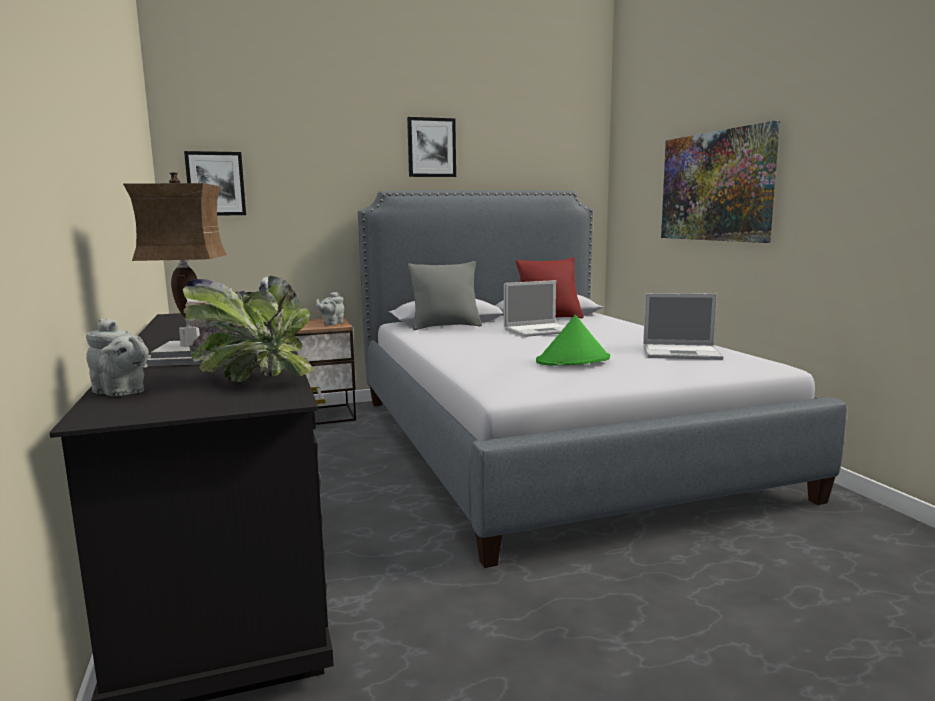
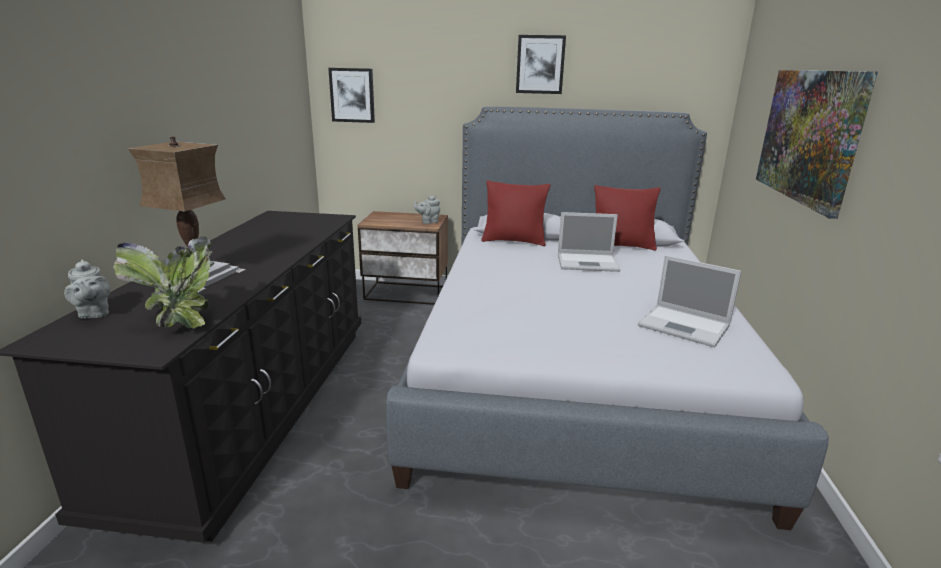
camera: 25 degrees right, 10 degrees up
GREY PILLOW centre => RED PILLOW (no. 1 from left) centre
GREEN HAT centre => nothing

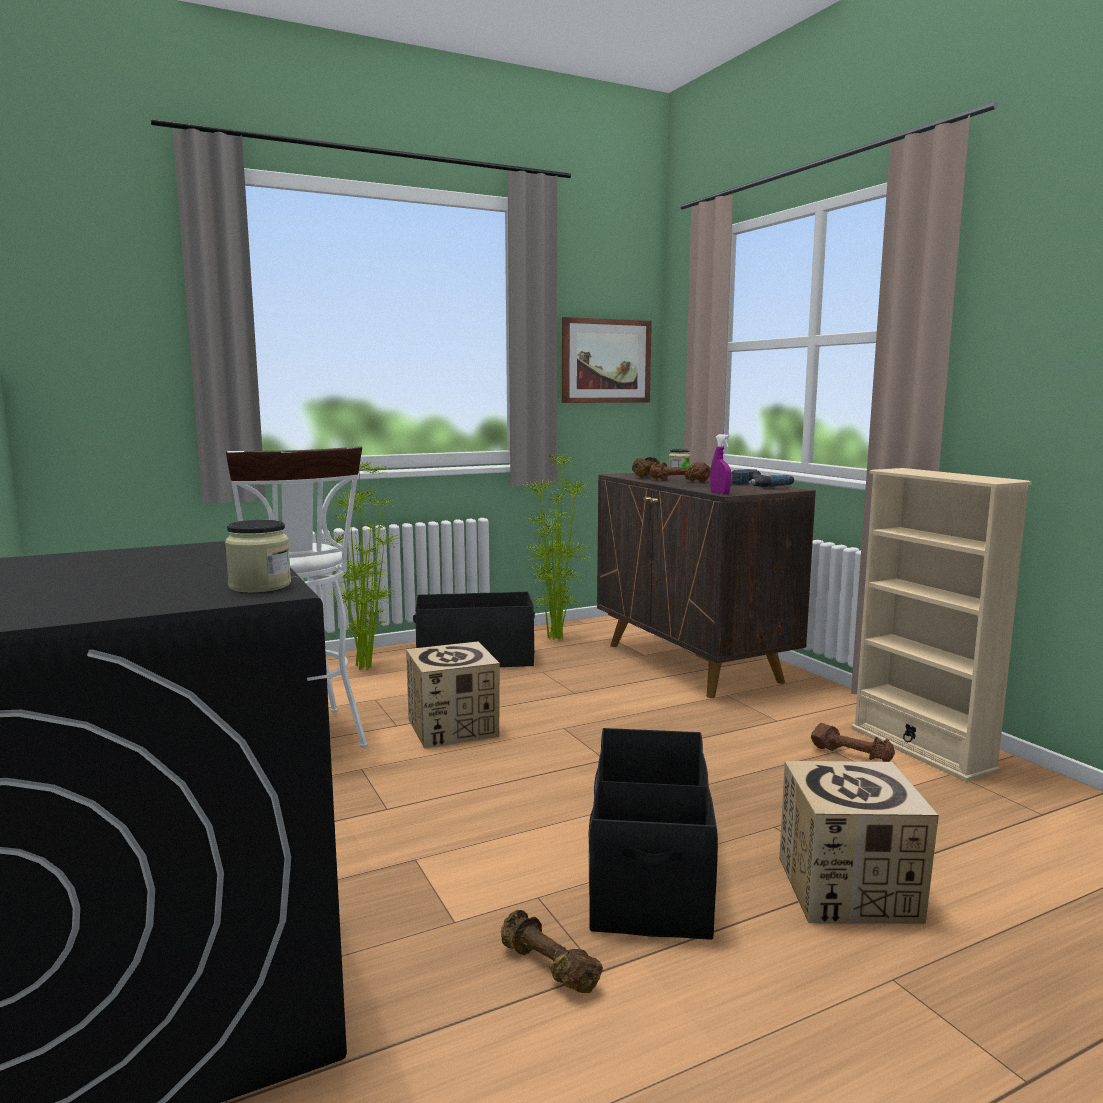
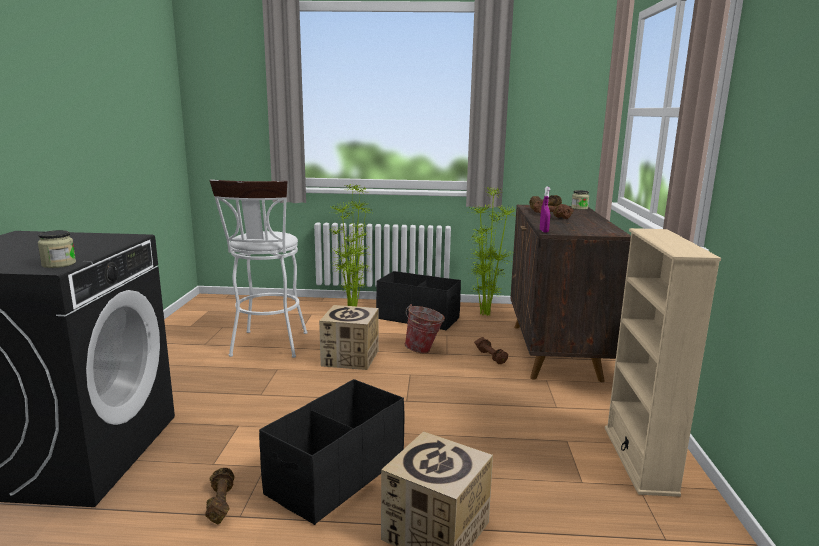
camera: 30 degrees right, 5 degrees up
PICTURE top centre => nothing
POWER DRILL middle right => nothing
BROWN DUMBBELL (no. 4 from left in the first image) bottom right => BROWN DUMBBELL (no. 2 from left) centre, relocated
nothing => BUCKET centre

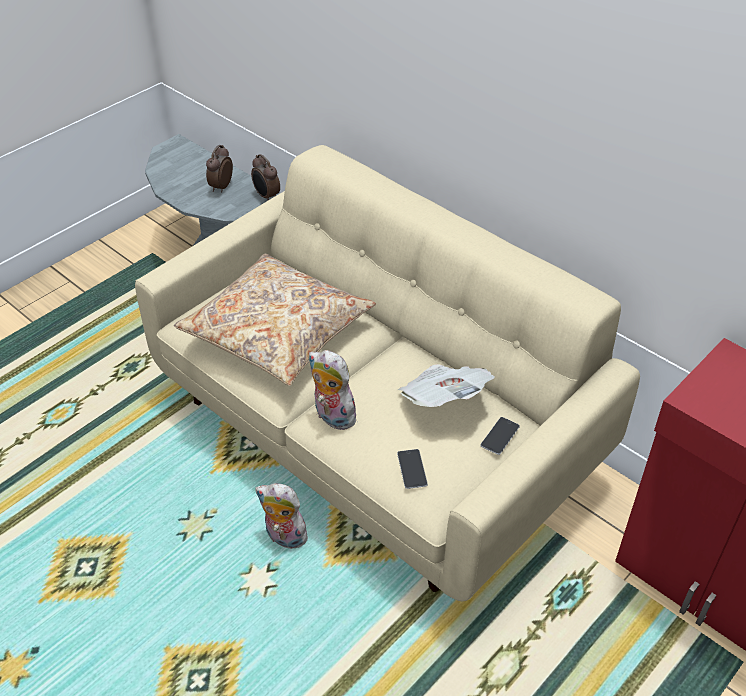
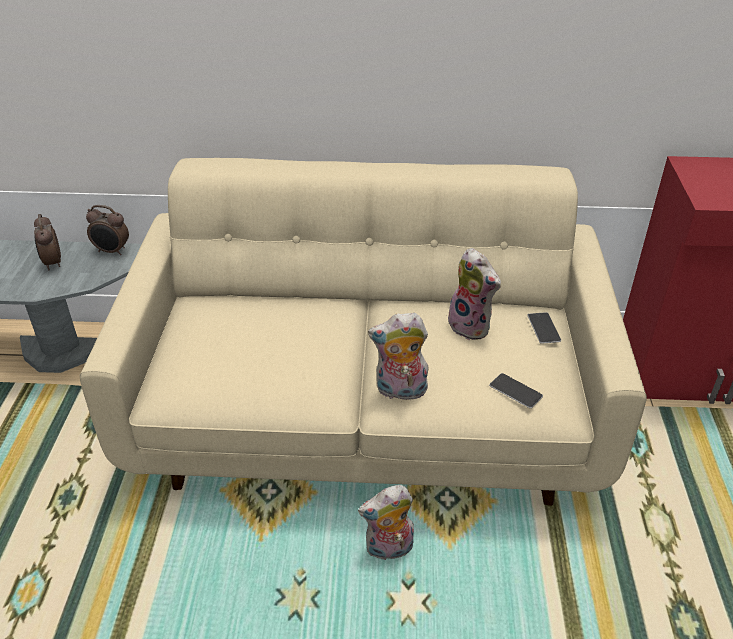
camera: 40 degrees left, 5 degrees down
BEIGE PILLOW centre => nothing
NEWSPAPER centre => PLUSH TOY (no. 3 from left) centre

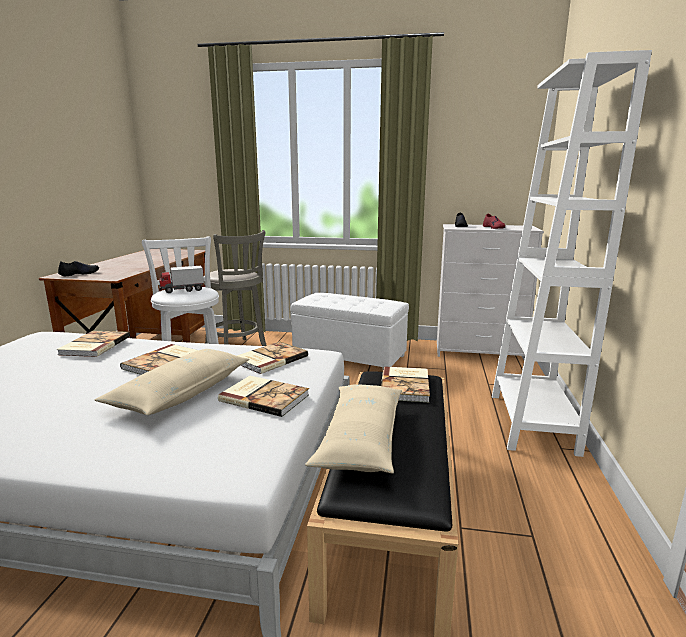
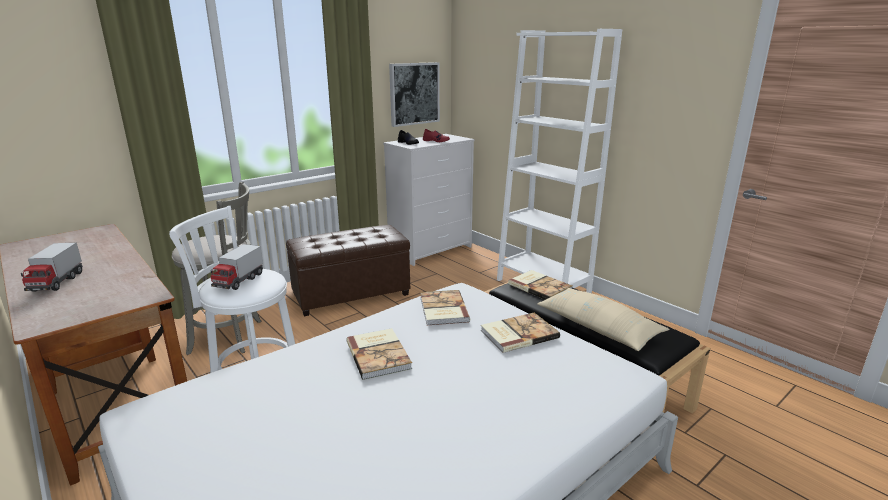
camera: 50 degrees left, 5 degrees up
BLACK SHOE (no. 1 from left) middle left => nothing
WHITE OTTOMAN centre => BROWN OTTOMAN centre
BOOK (no. 1 from left) middle left => nothing
BEIGE PILLOW (no. 1 from left) middle left => nothing
nothing => PICTURE top centre
nothing => TOY TRUCK (no. 1 from left) middle left

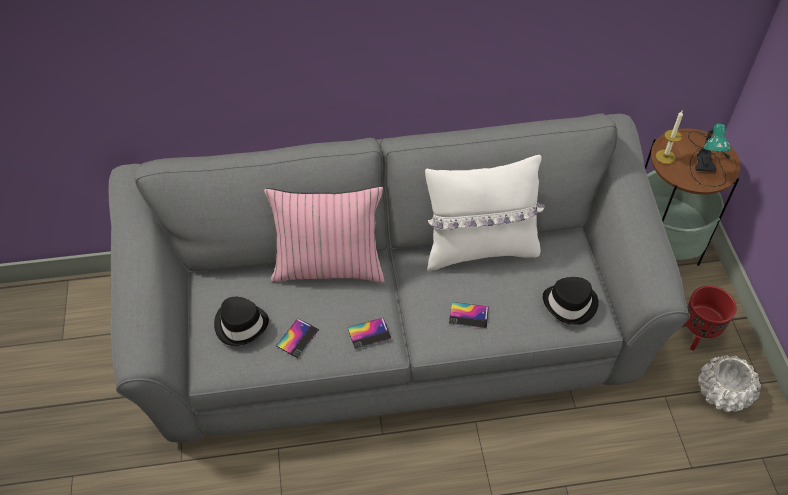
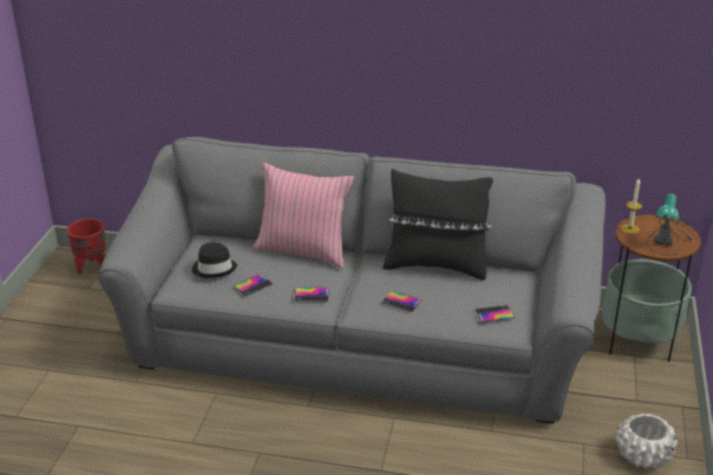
camera: 20 degrees right, 20 degrees down
WHITE PILLOW centre => BLACK PILLOW centre
BLACK HAT (no. 2 from left) middle right => PHONE (no. 4 from left) middle right
RED PLANTER middle right => RED PLANTER middle left, relocated

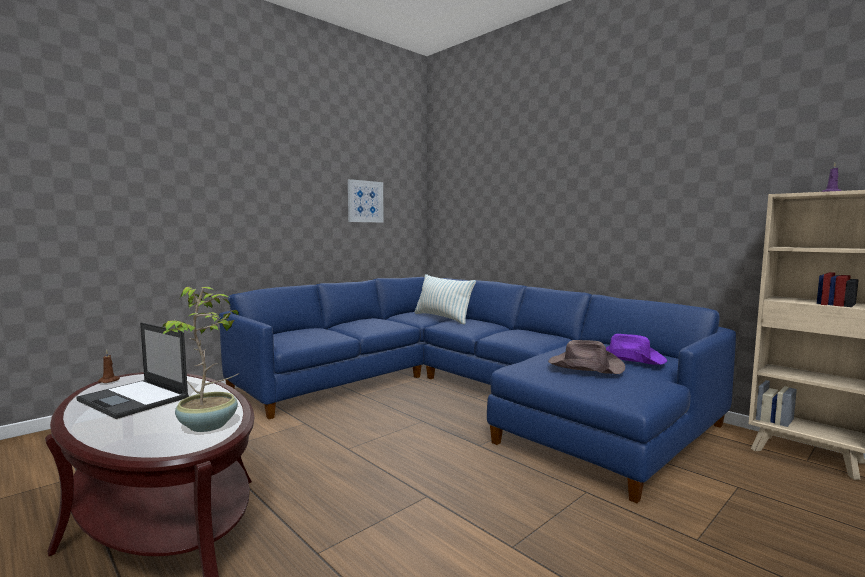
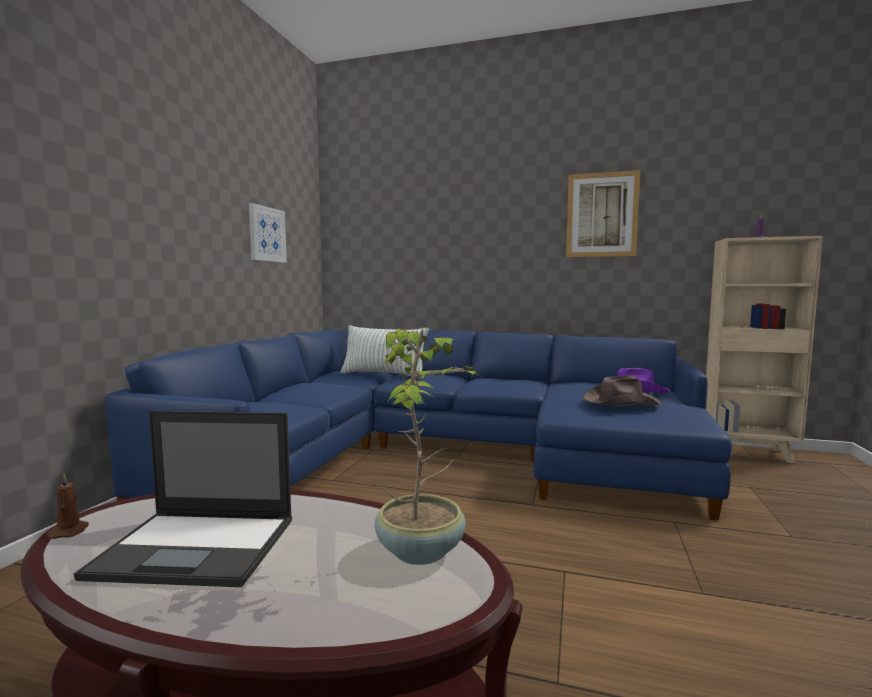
camera: 30 degrees left, 0 degrees up
nothing => PICTURE (no. 2 from left) top right

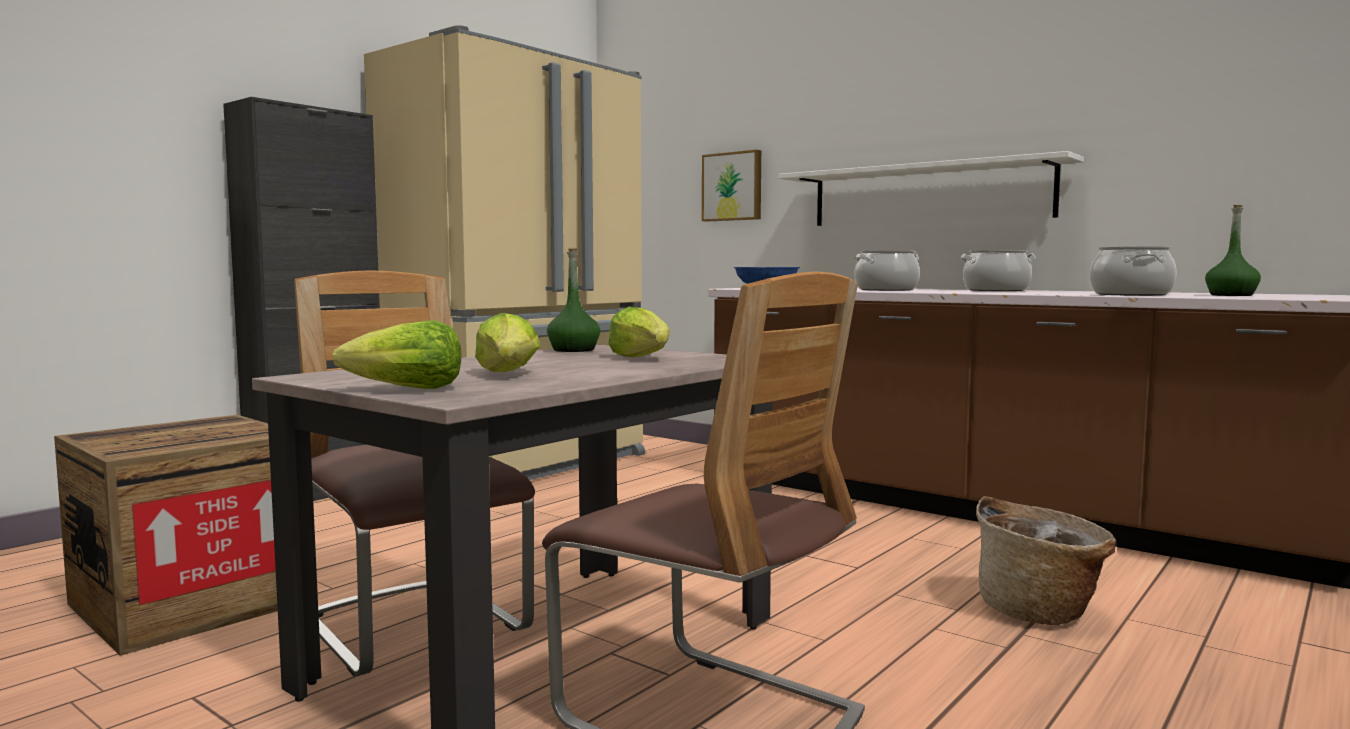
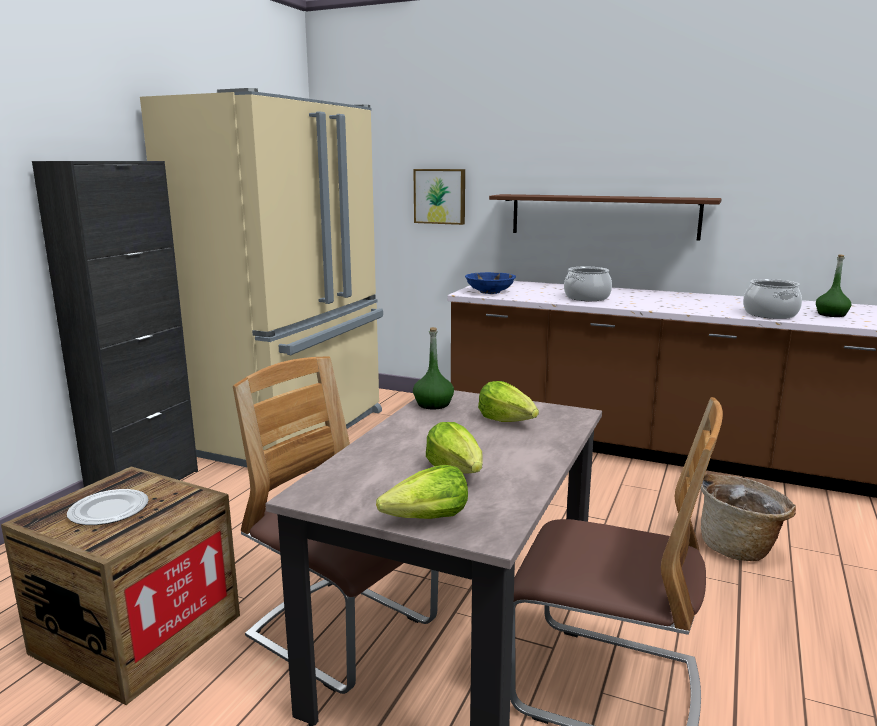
camera: 15 degrees left, 10 degrees up
WHITE SHELF top right => BROWN SHELF top right
COOKING POT (no. 2 from left) middle right => nothing
nothing => PLATE bottom left

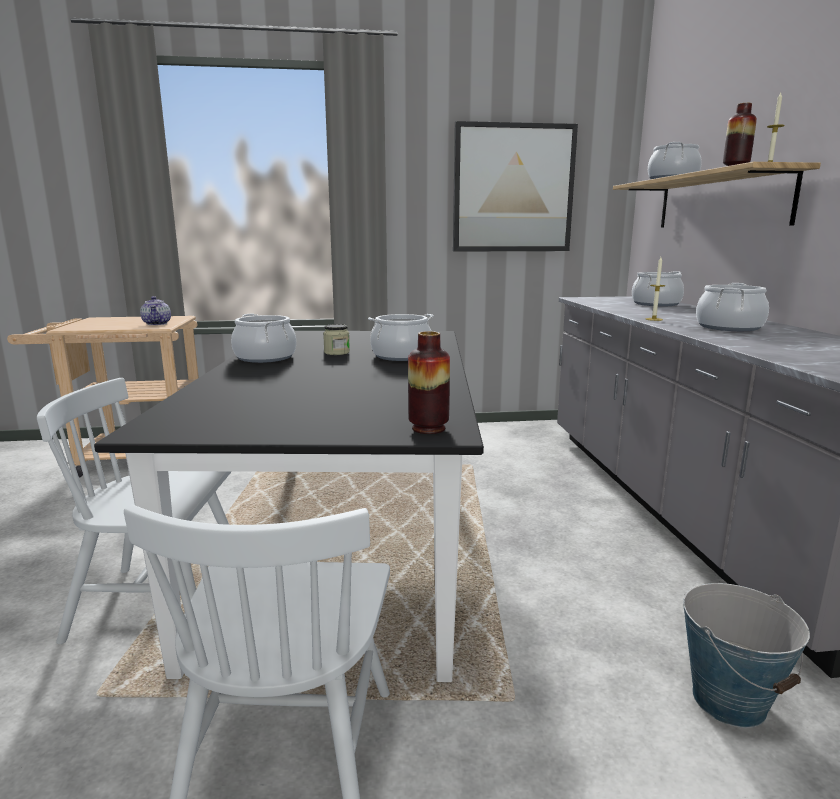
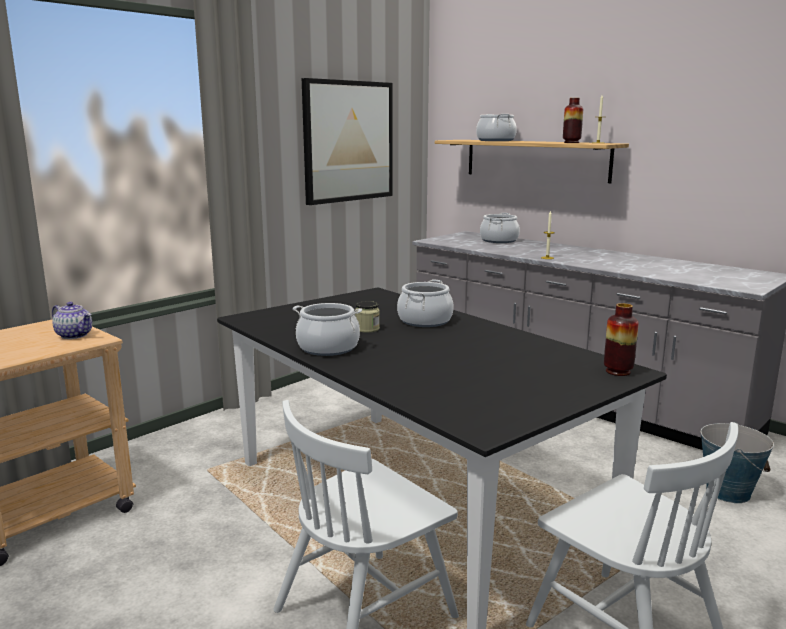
camera: 40 degrees left, 0 degrees up
COOKING POT (no. 5 from left) middle right => nothing

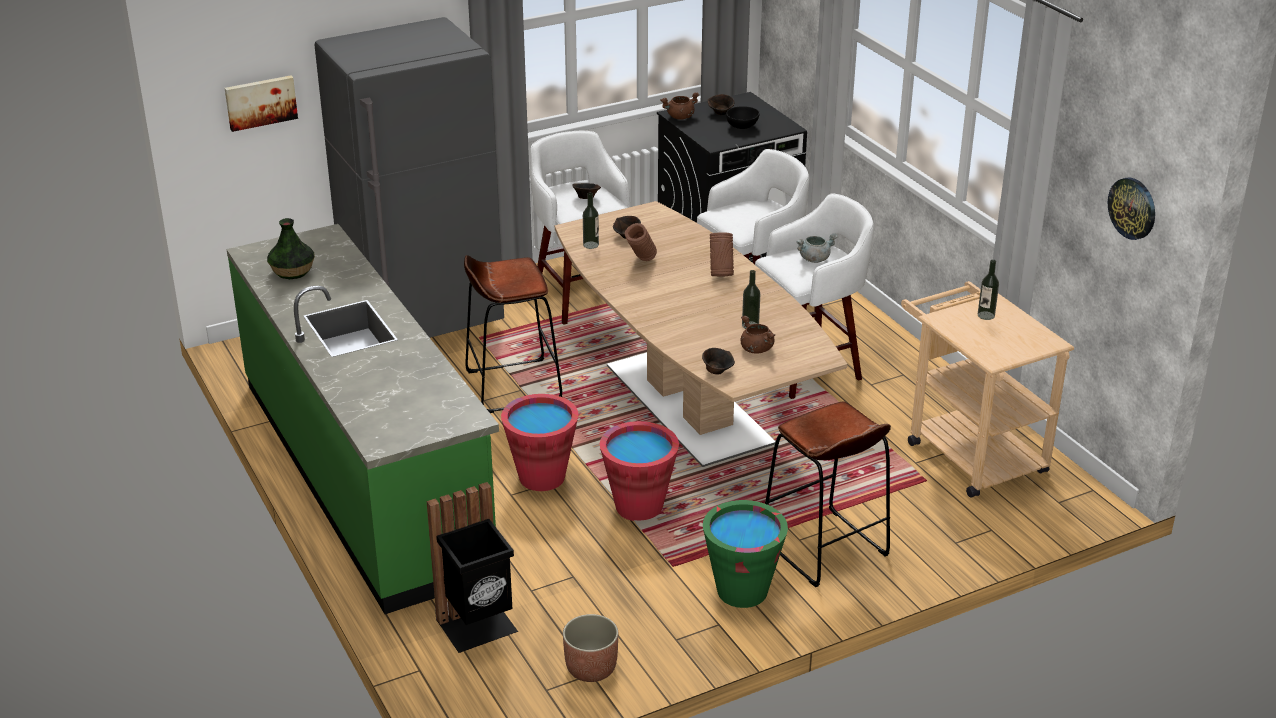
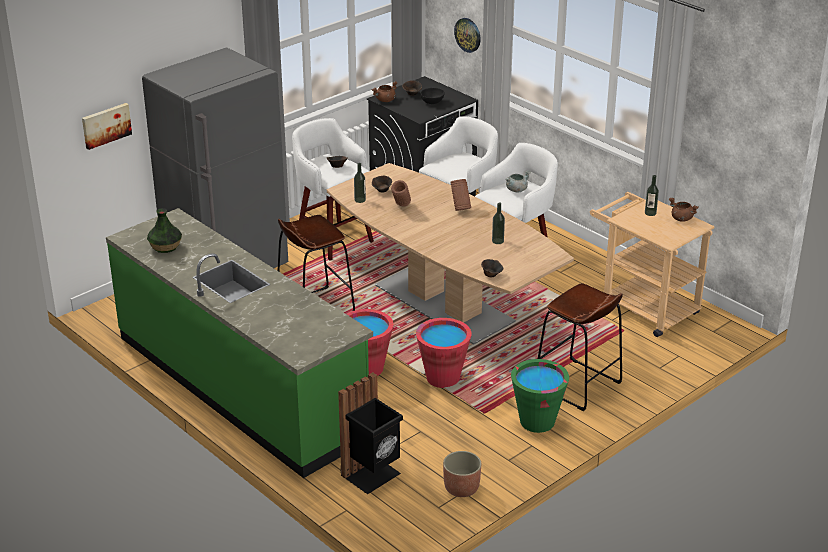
camera: 15 degrees left, 0 degrees up
WALL CLOCK top right => WALL CLOCK top centre, relocated
BROWN COOKING POT (no. 2 from left) centre => BROWN COOKING POT (no. 2 from left) middle right, relocated

